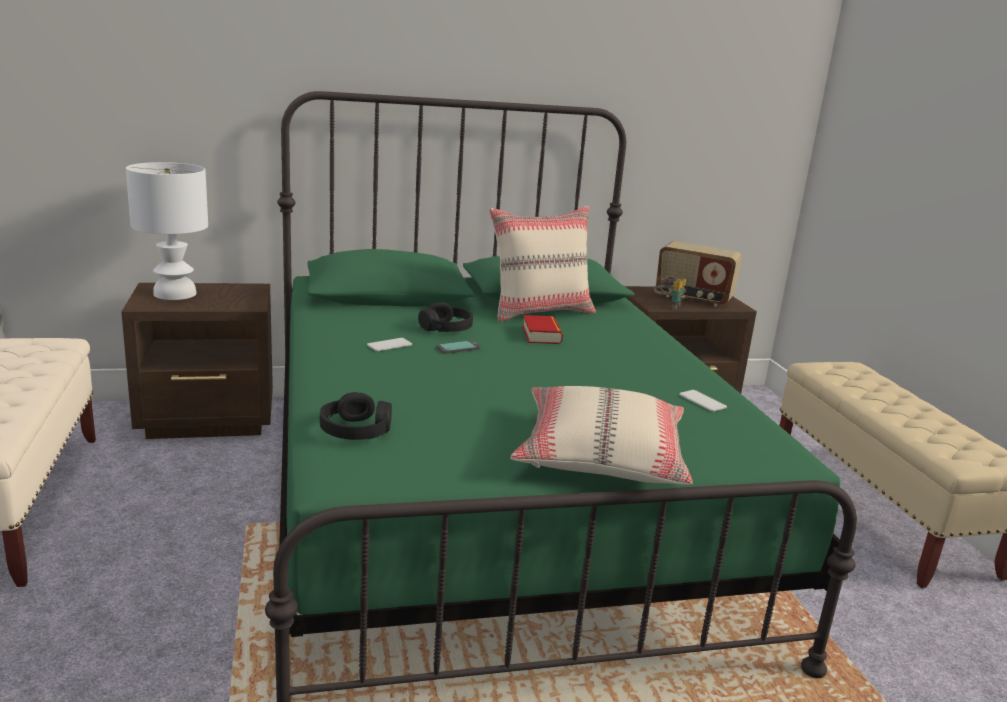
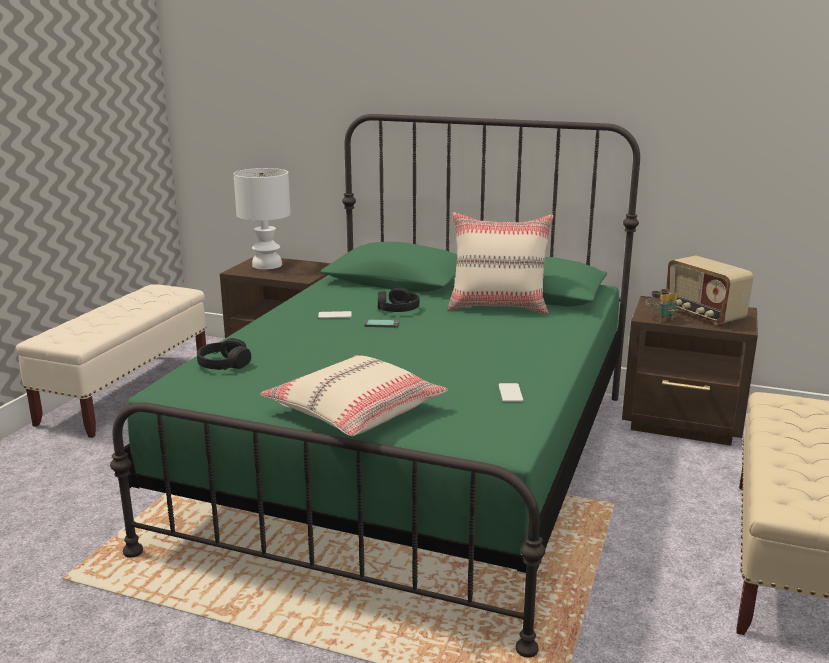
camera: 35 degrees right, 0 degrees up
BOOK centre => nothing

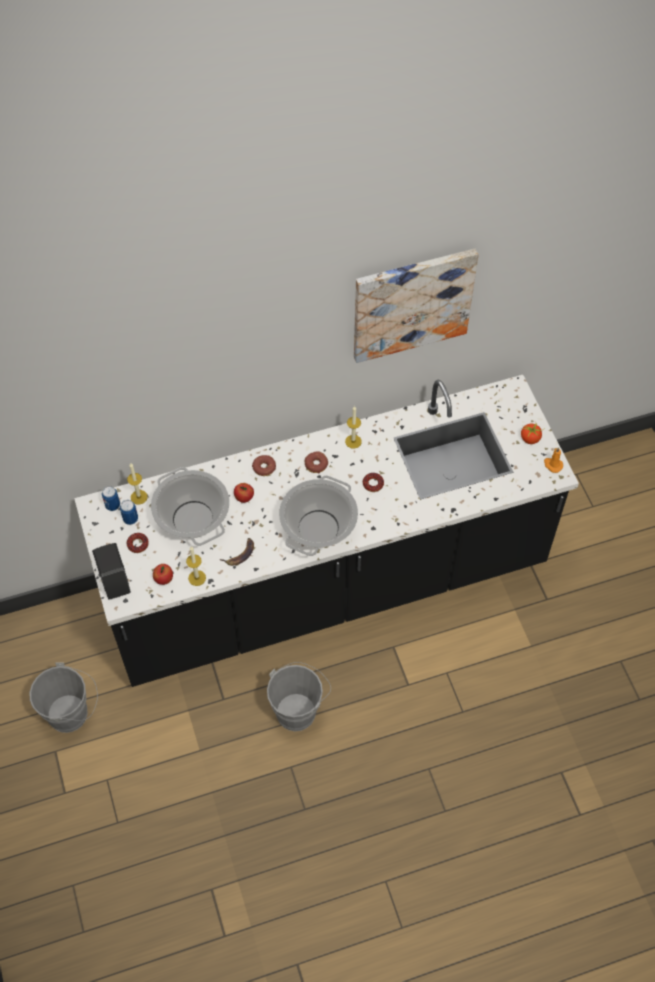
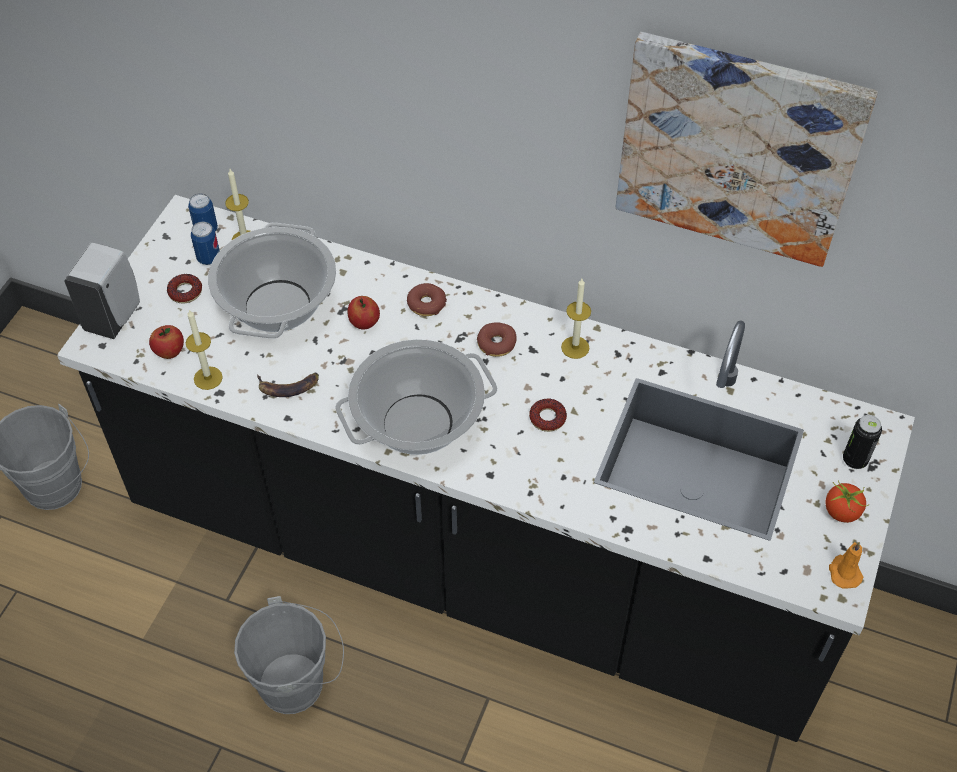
camera: 40 degrees right, 5 degrees down
BLACK SOAP DISPENSER middle left => WHITE SOAP DISPENSER middle left
nothing => CAN (no. 3 from left) middle right

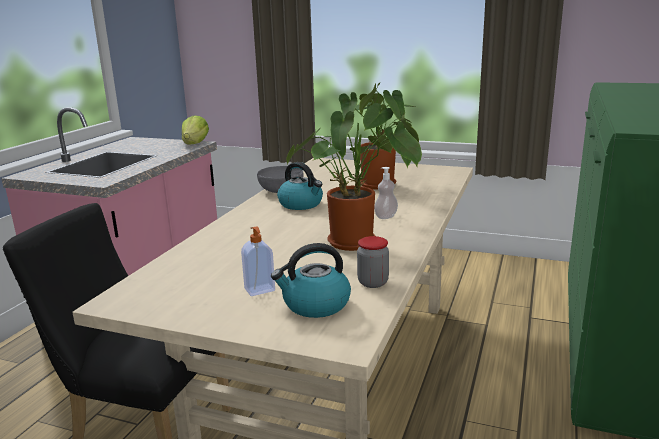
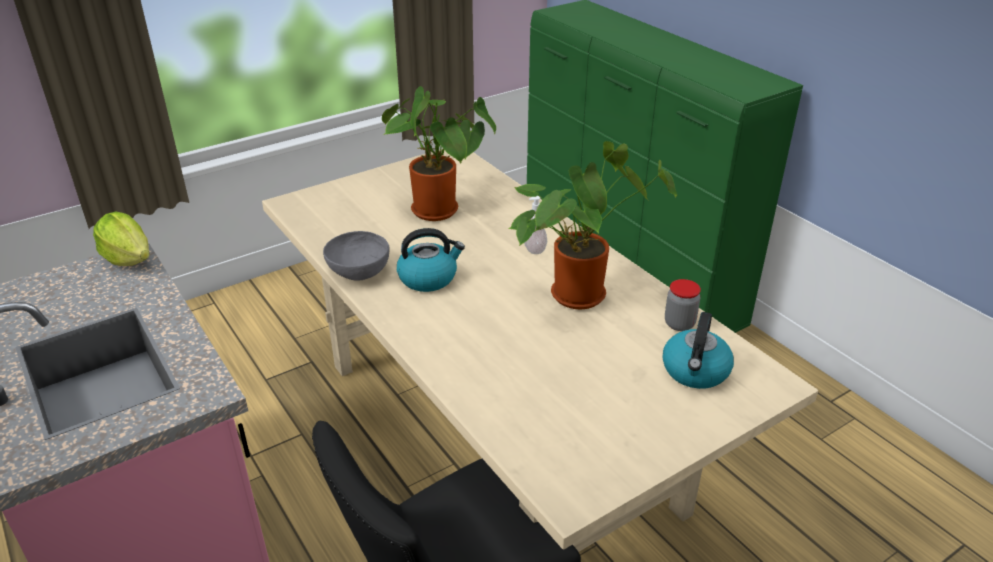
camera: 55 degrees left, 15 degrees up
SOAP DISPENSER (no. 1 from left) centre => nothing

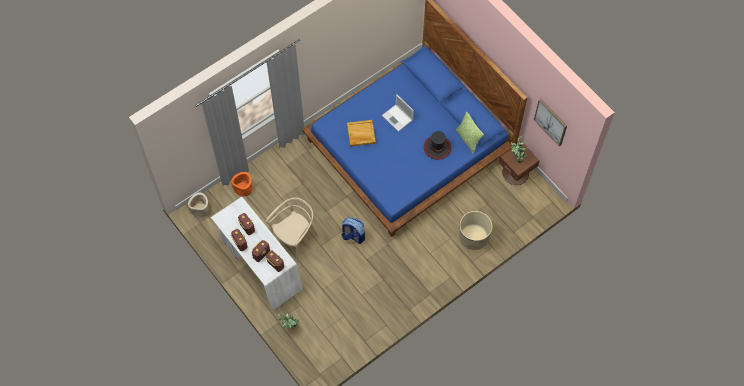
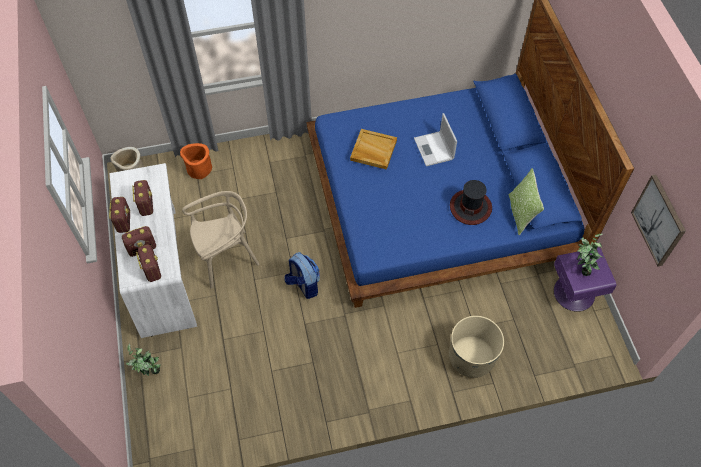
camera: 25 degrees right, 5 degrees down
BROWN NIGHTSTAND middle right => PURPLE NIGHTSTAND middle right

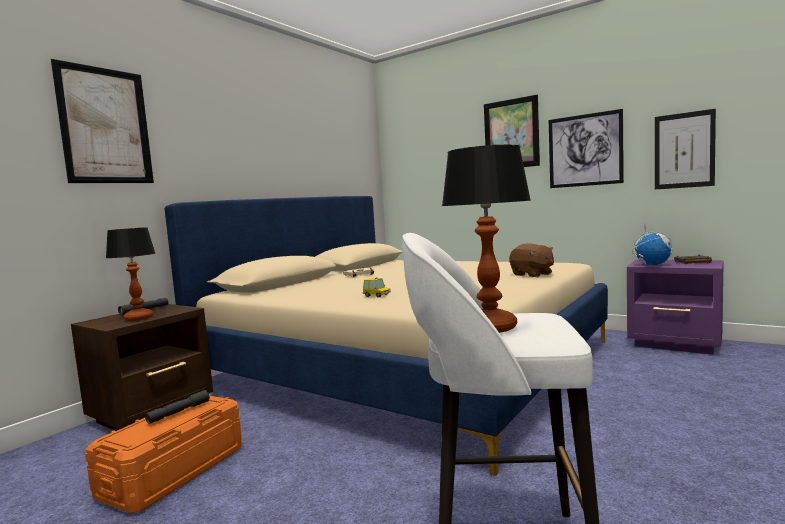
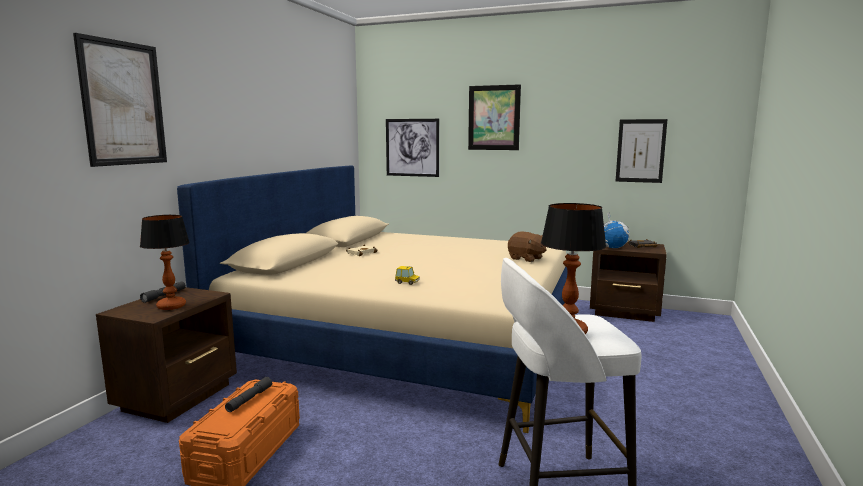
camera: 15 degrees left, 5 degrees up
PICTURE (no. 3 from left in the first image) top right => PICTURE (no. 2 from left) top centre, relocated
PURPLE NIGHTSTAND middle right => BROWN NIGHTSTAND (no. 2 from left) middle right

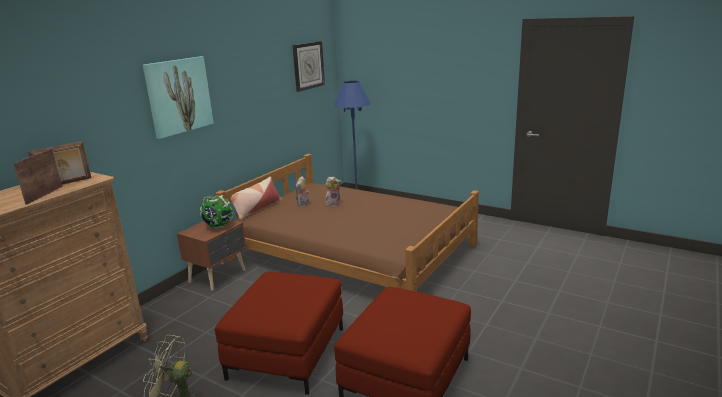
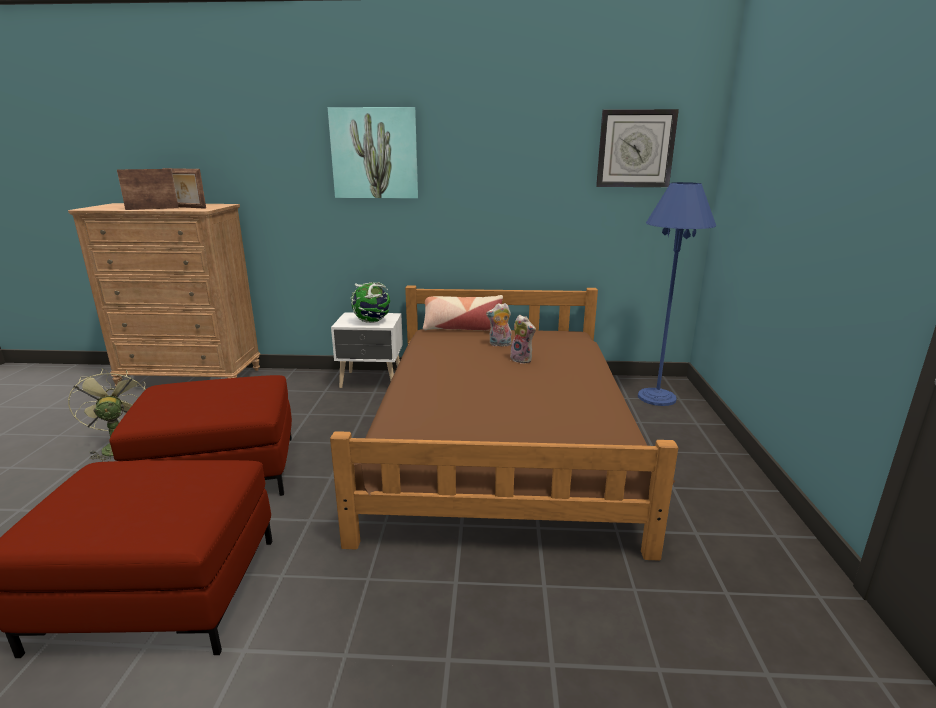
camera: 60 degrees right, 0 degrees up
BROWN NIGHTSTAND middle left => WHITE NIGHTSTAND centre

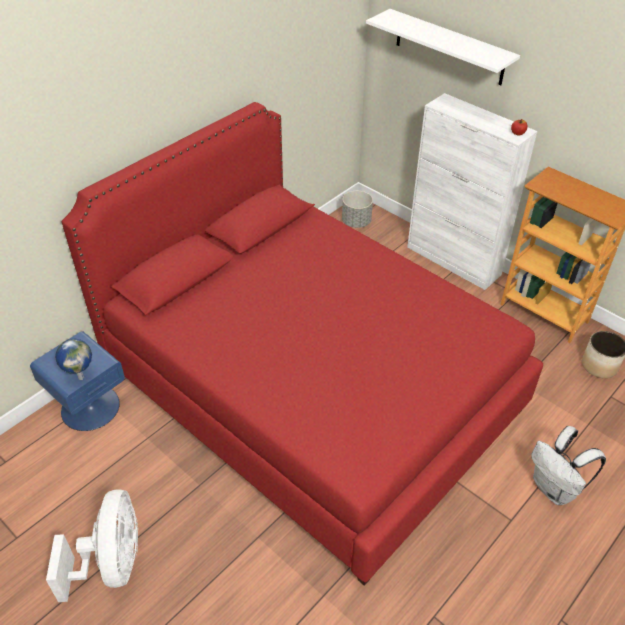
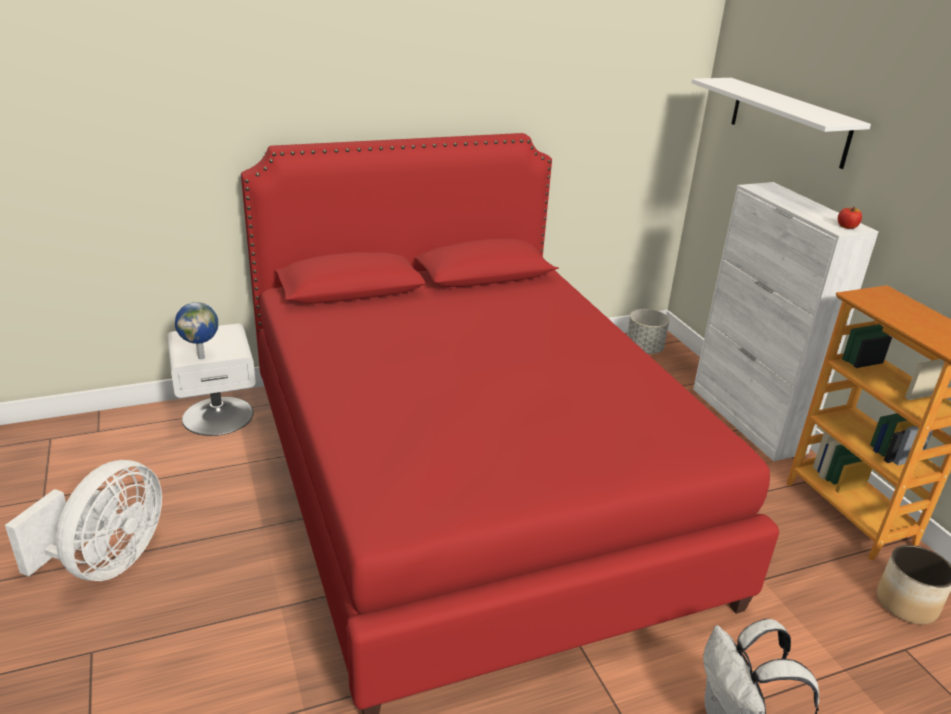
camera: 25 degrees right, 15 degrees down
BLUE NIGHTSTAND middle left => WHITE NIGHTSTAND middle left

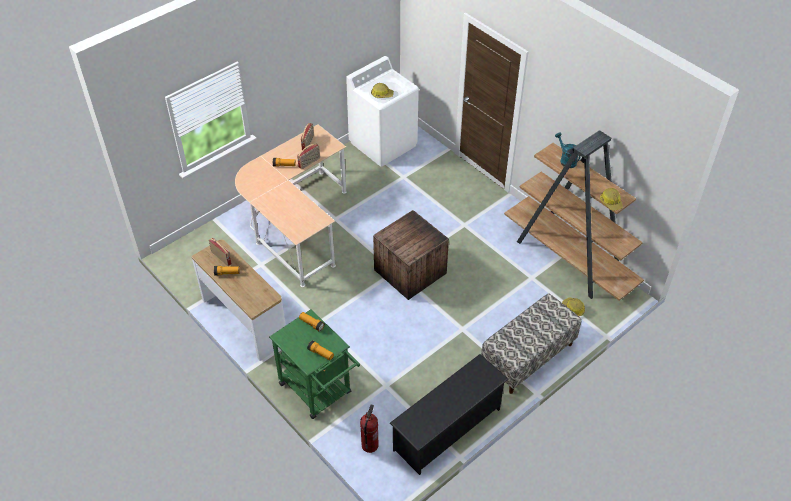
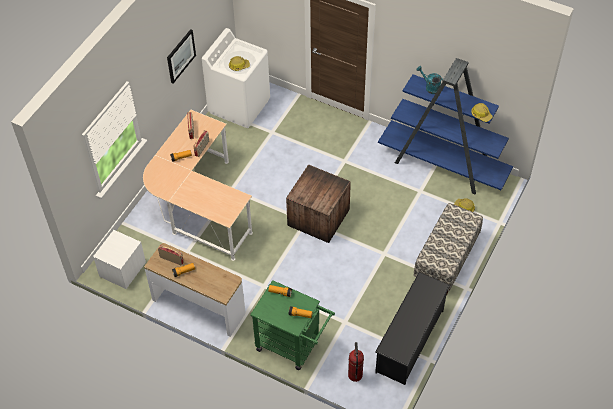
camera: 20 degrees left, 5 degrees up
BROWN BOOKCASE middle right => BLUE BOOKCASE top right
nothing => PICTURE top left
nothing => WHITE NIGHTSTAND middle left

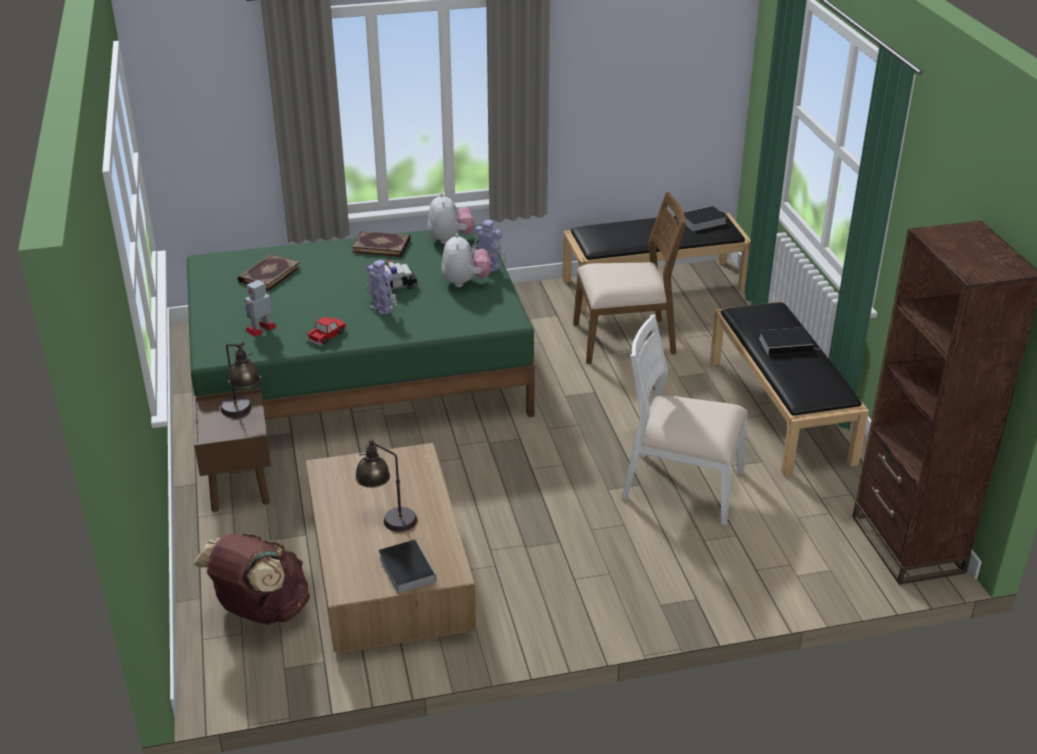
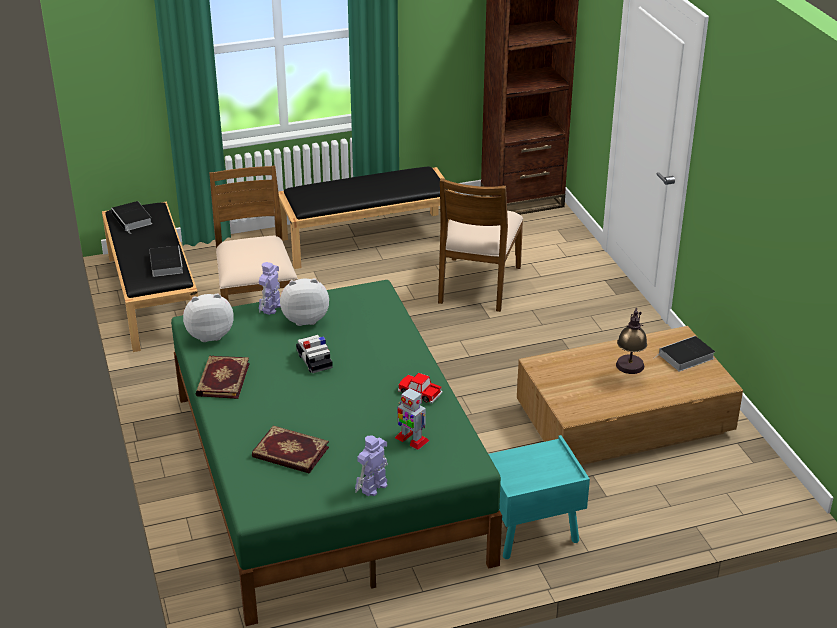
camera: 95 degrees left, 0 degrees up
TOY ROBOT (no. 2 from left) centre => TOY ROBOT (no. 2 from left) bottom centre, relocated
WHITE CHAIR centre => BROWN CHAIR (no. 2 from left) centre
BOOK (no. 5 from left in the first image) middle right => BOOK (no. 2 from left) middle left, relocated
TABLE LAMP (no. 1 from left) middle left => nothing
BROWN NIGHTSTAND middle left => TURQUOISE NIGHTSTAND bottom centre
BROWN BACKPACK bottom left => nothing

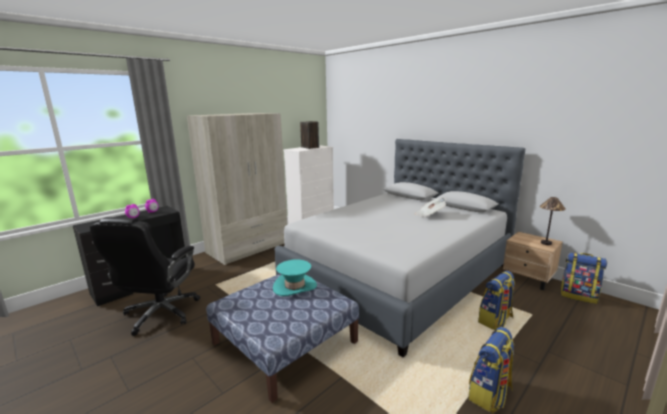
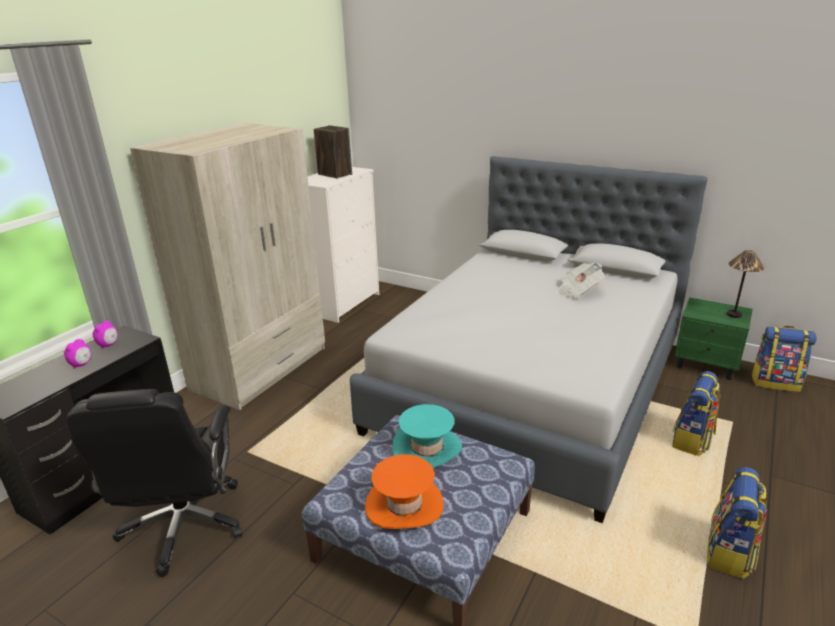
camera: 15 degrees left, 10 degrees up
BEIGE NIGHTSTAND middle right => GREEN NIGHTSTAND middle right
nothing => ORANGE HAT bottom centre

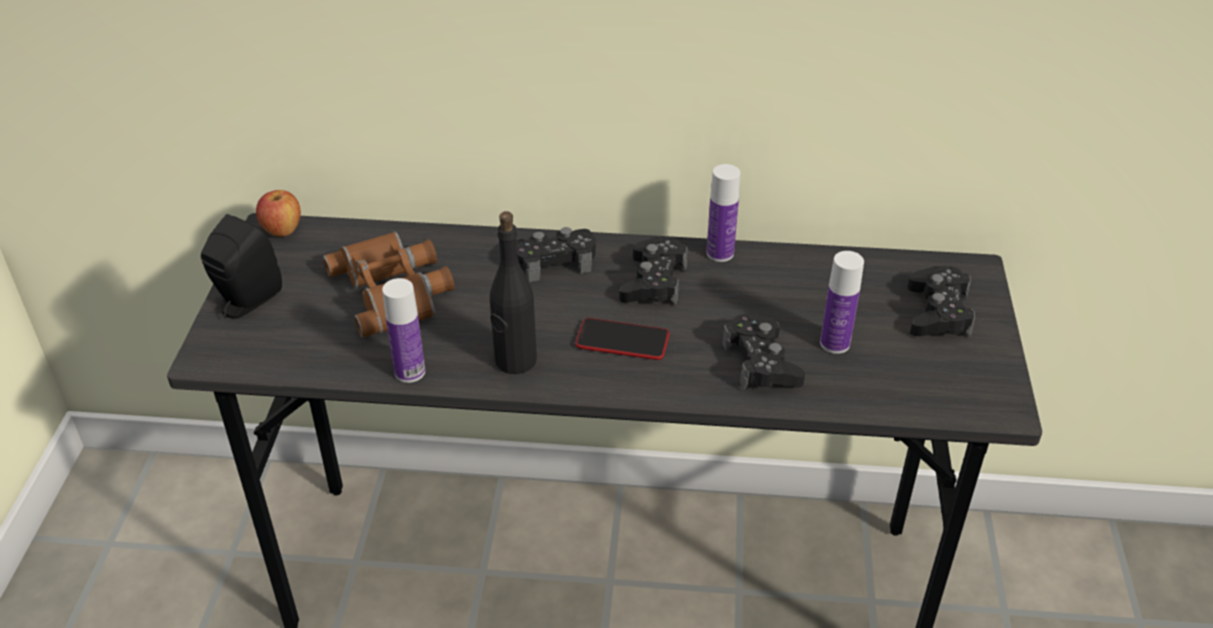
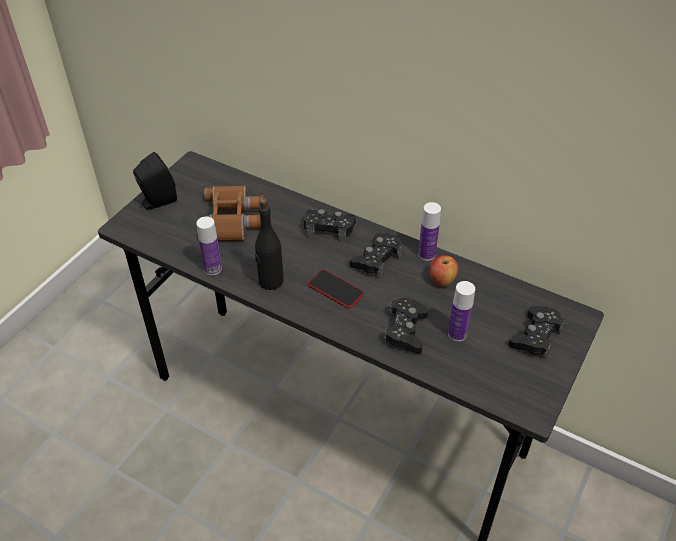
camera: 25 degrees right, 5 degrees up
APPLE middle left => APPLE centre, relocated

